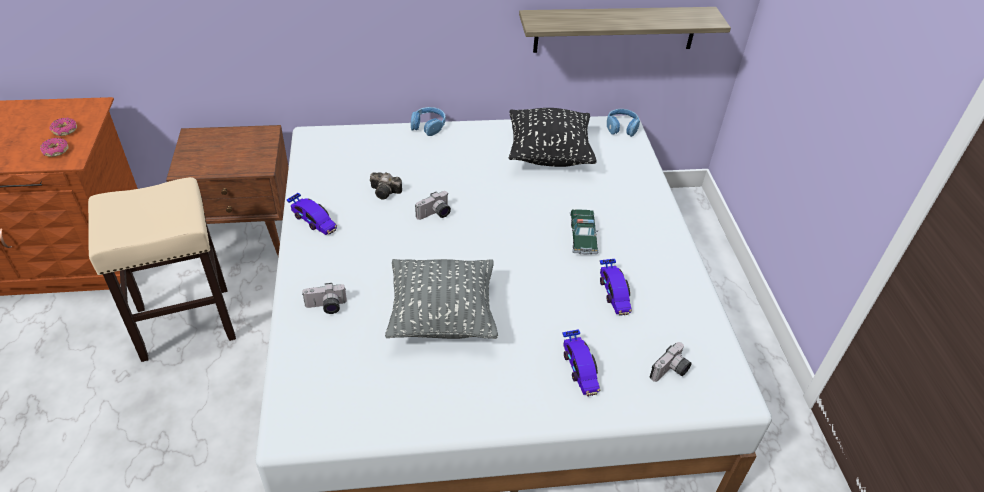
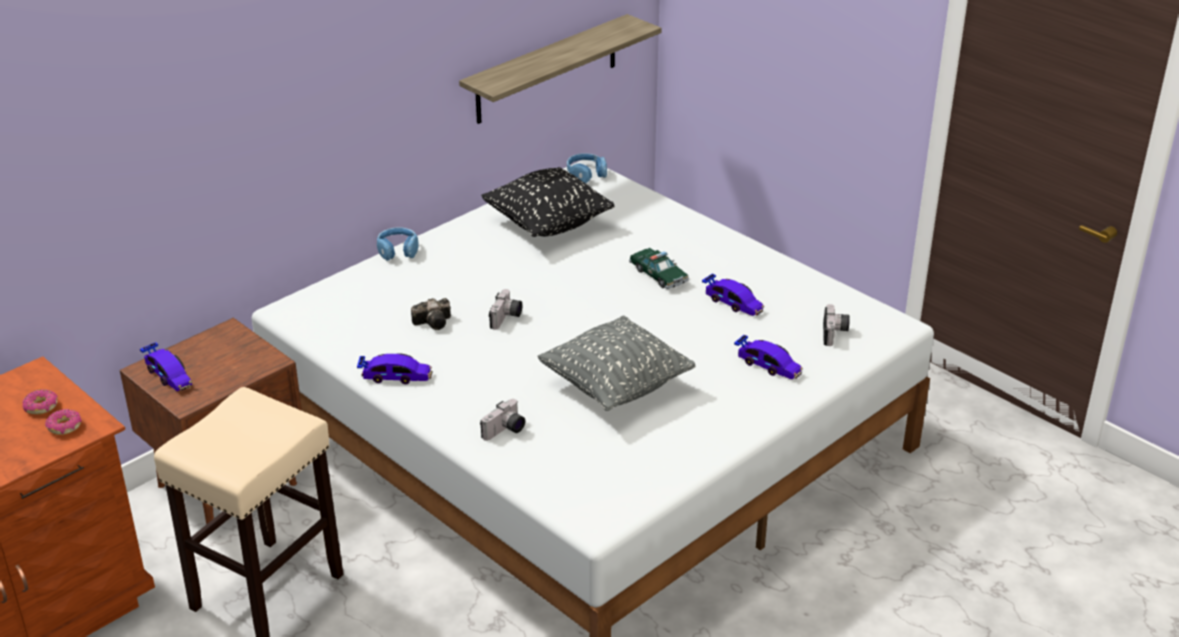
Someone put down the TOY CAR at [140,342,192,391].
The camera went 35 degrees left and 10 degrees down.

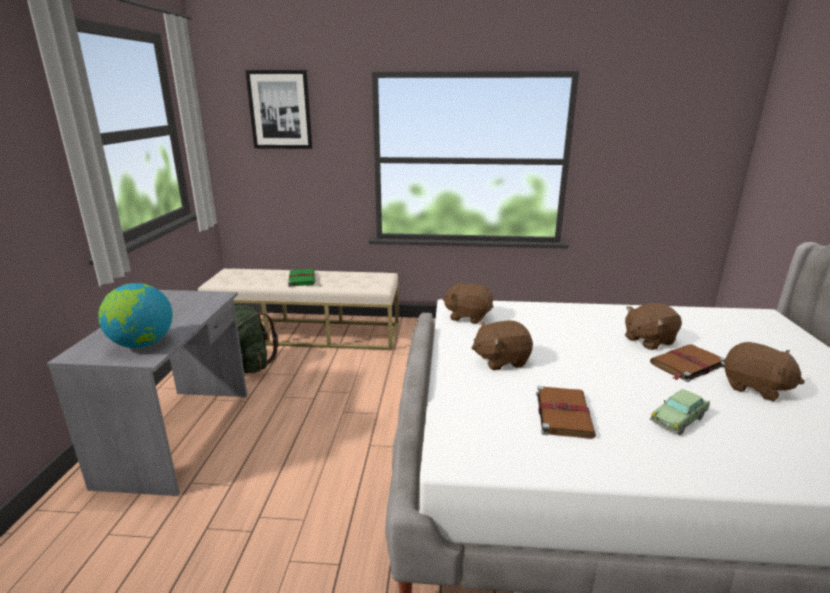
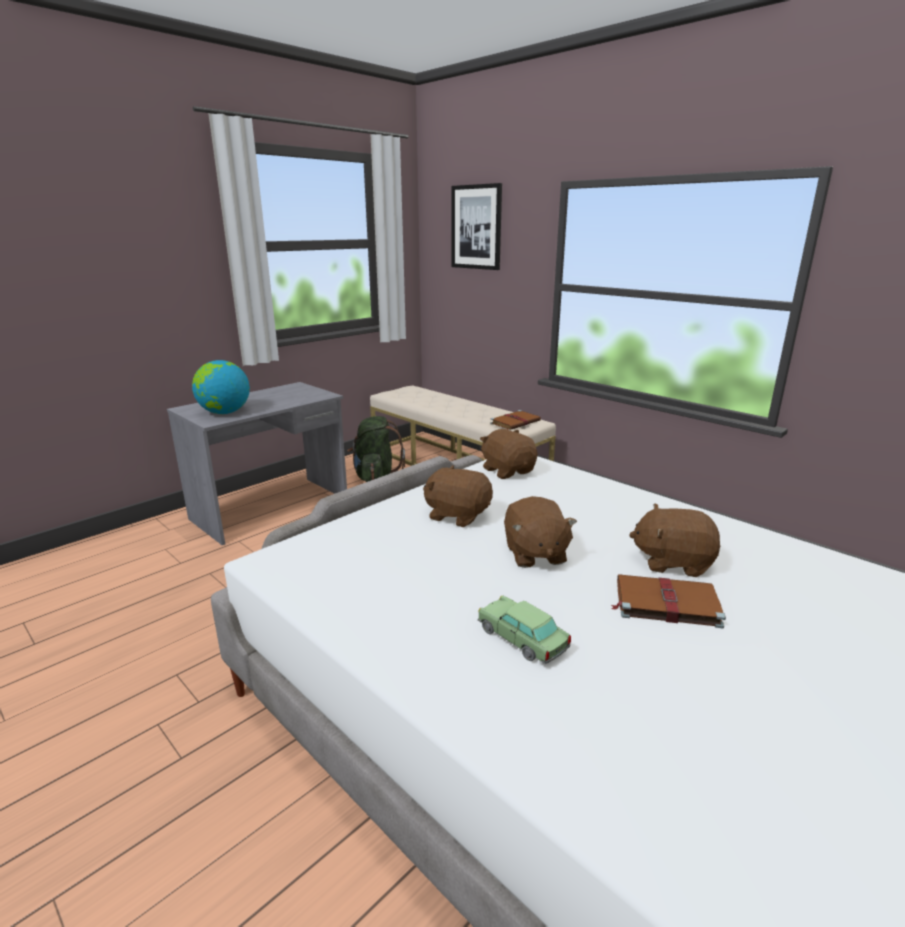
Someone took away the GREEN BOOK at [288,269,315,287].
Someone carried the BROWN PLUSH TOY from [723,342,805,401] to [504,496,577,568].
Someone carried the BROWN BOOK from [536,386,596,439] to [490,410,541,430].
Someone rotated the TOY CAR at [650,389,710,435] by 45 degrees clockwise.
The camera went 40 degrees right and 0 degrees up.

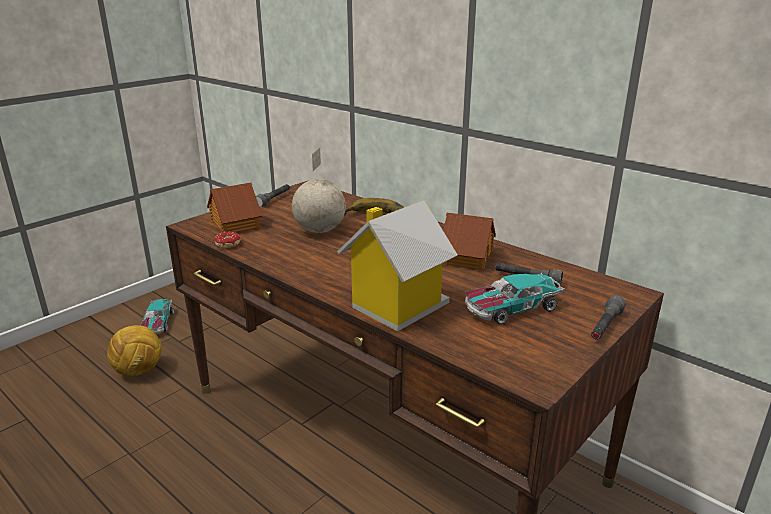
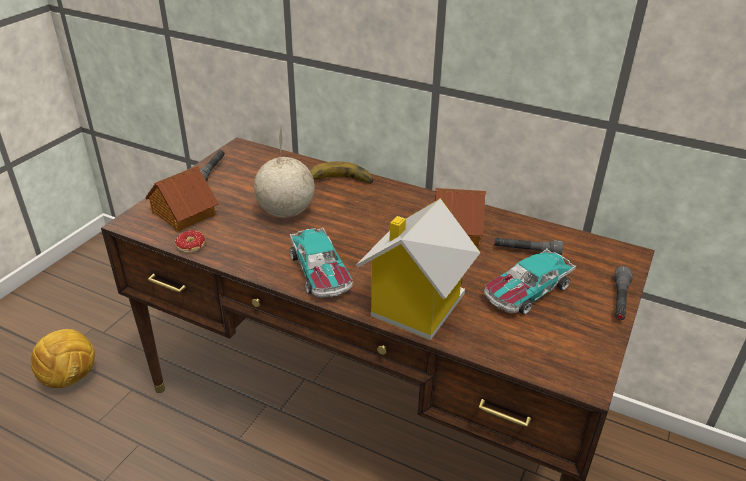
Someone carried the TOY CAR from [140,299,174,334] to [290,228,353,298].
The camera went 15 degrees left and 10 degrees up.

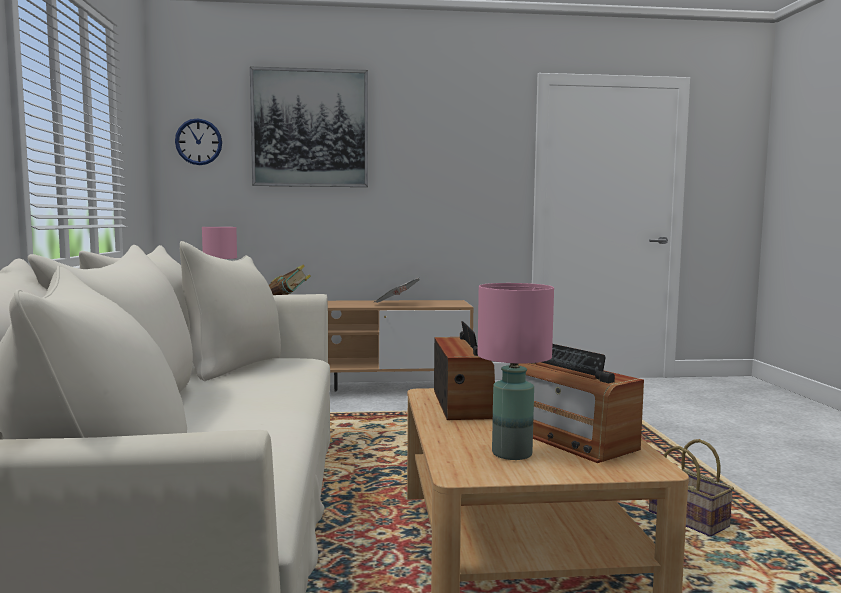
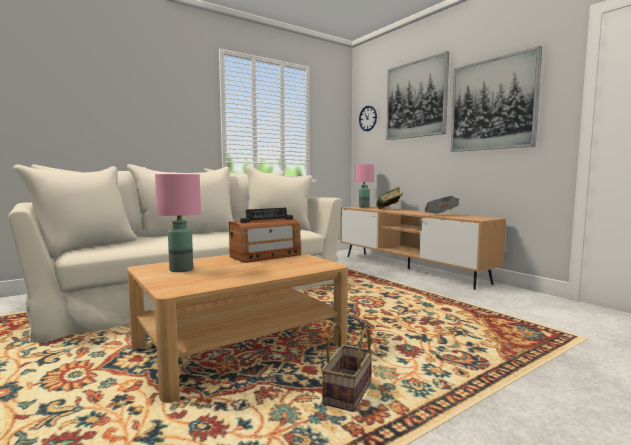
Someone took away the RADIO at [518,344,644,463].
Someone put up the PICTURE at [451,46,542,152].
The camera went 60 degrees right and 0 degrees up.

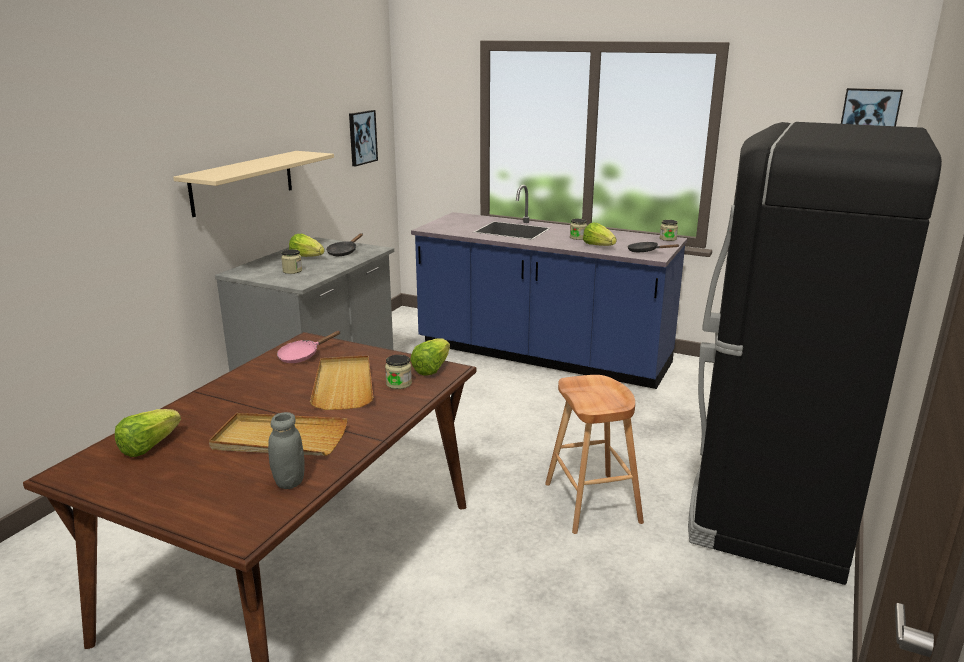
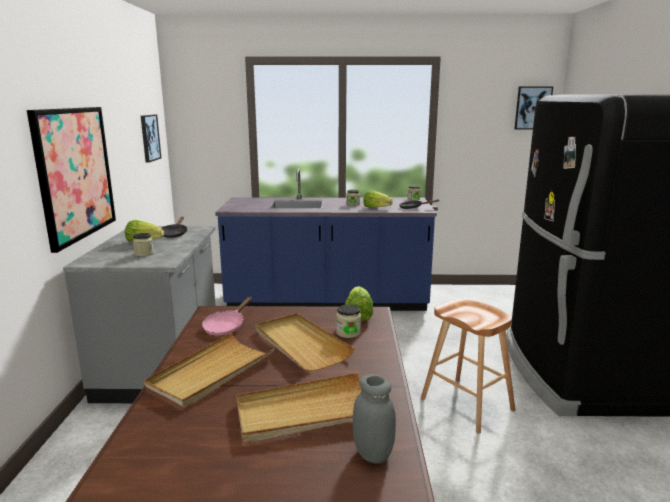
Someone swapped the BEIGE SHELF at [173,151,334,217] for the PICTURE at [27,107,116,253].
Someone took away the LETTUCE at [115,409,181,457].
Someone put down the BEIGE TRAY at [144,333,275,408].
The camera went 25 degrees left and 5 degrees down.

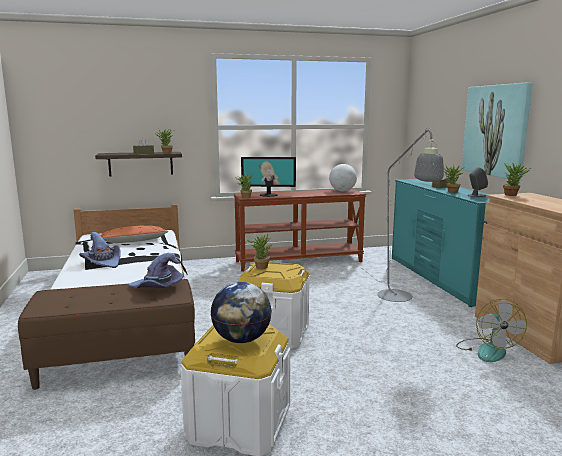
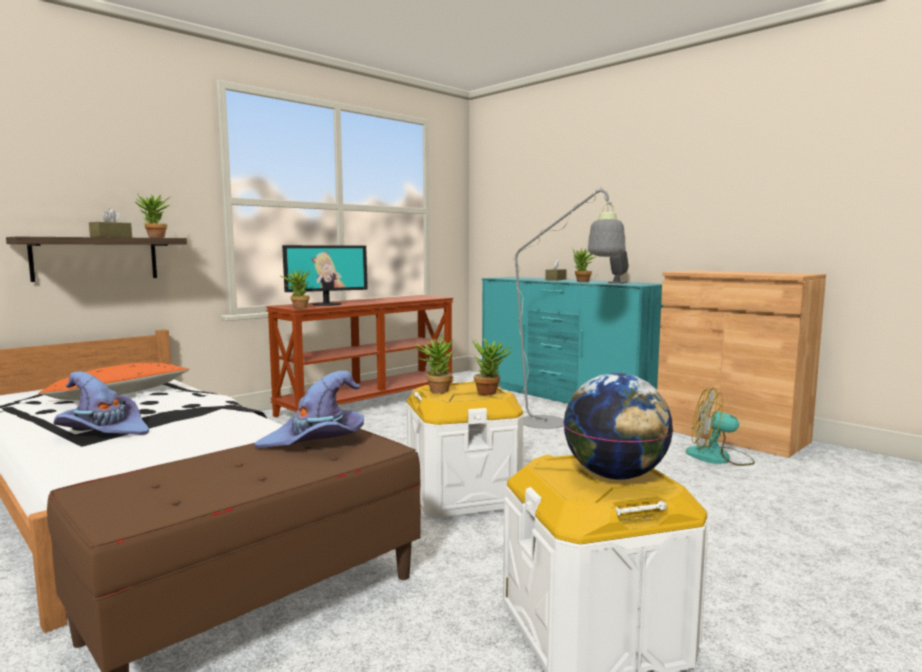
Someone took away the PICTURE at [462,82,532,180].
Someone carried the POTTED PLANT from [503,163,531,196] to [472,339,513,395].
Someone took away the GLOBE at [329,164,357,191].
Someone rotated the FAN at [456,299,527,362] by 135 degrees clockwise.
The camera went 30 degrees left and 5 degrees down.

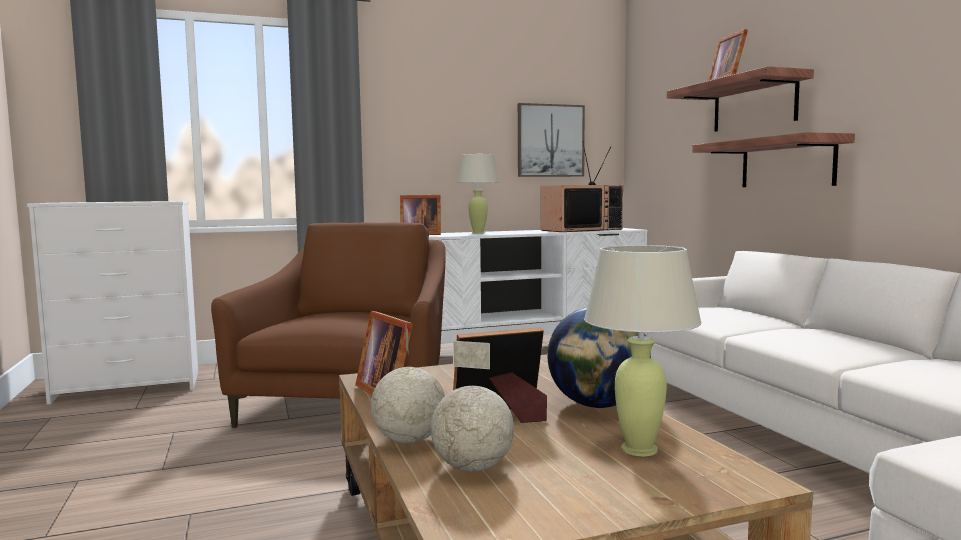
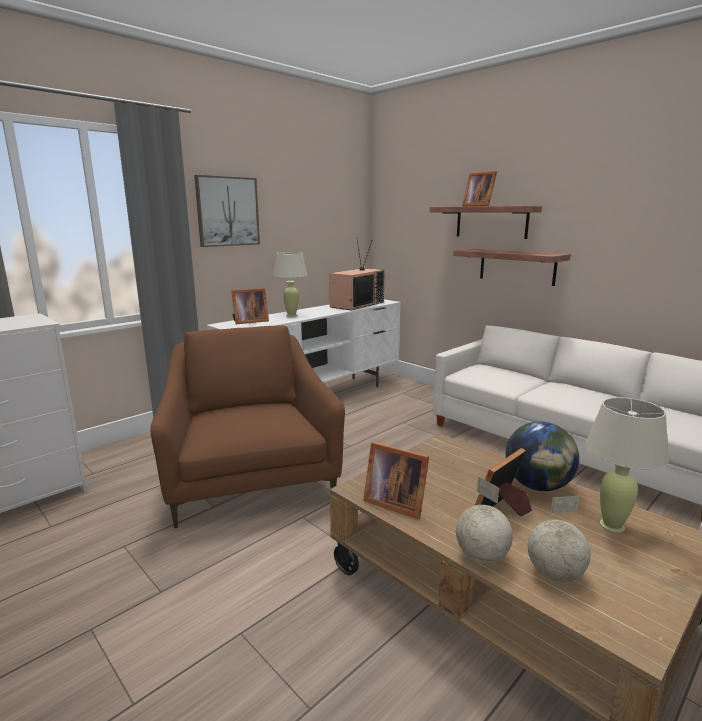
Someone carried the PICTURE from [518,103,585,177] to [194,175,260,247].
The camera went 25 degrees left and 10 degrees up.

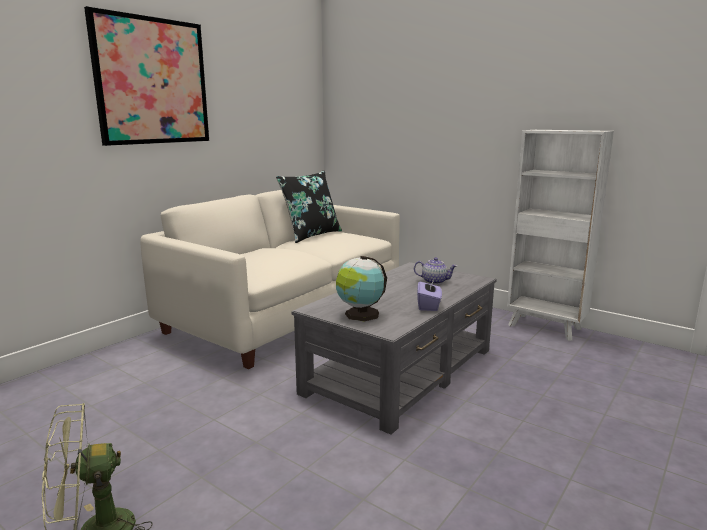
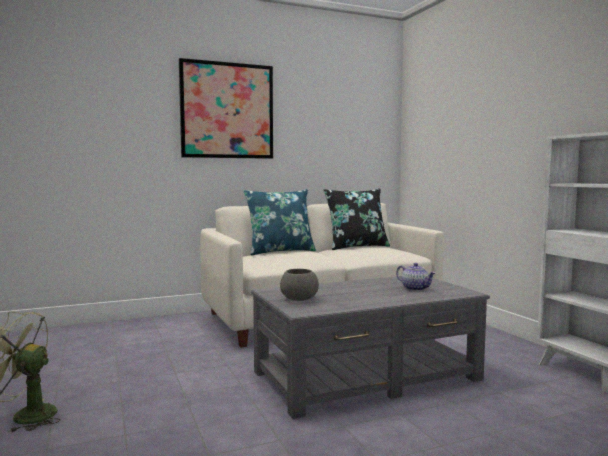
Someone swapped the GLOBE at [336,256,387,322] for the GREY BOWL at [280,269,319,301].
Someone took away the PURPLE TISSUE BOX at [417,279,442,311].
Someone put down the BLUE PILLOW at [244,189,316,256].
The camera went 30 degrees right and 10 degrees down.

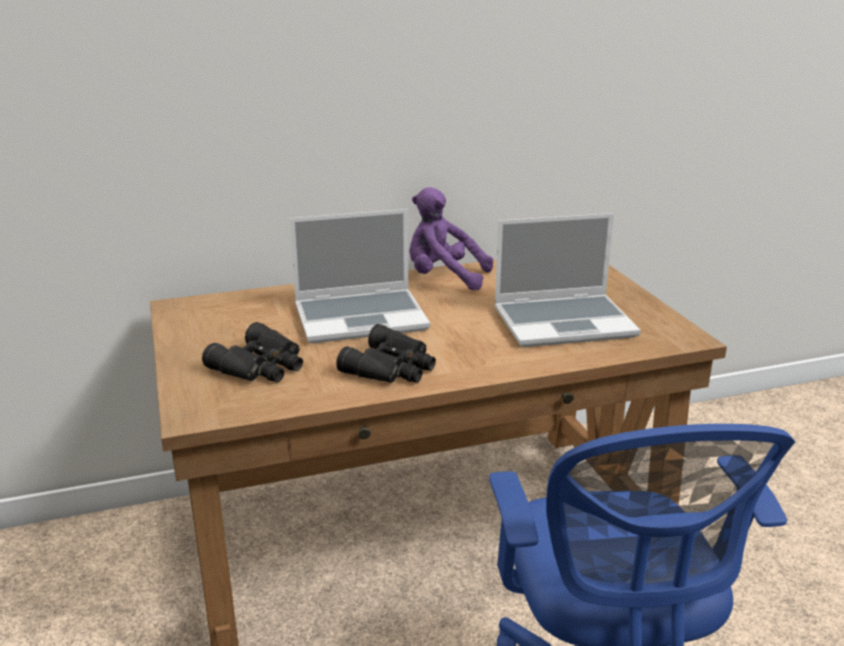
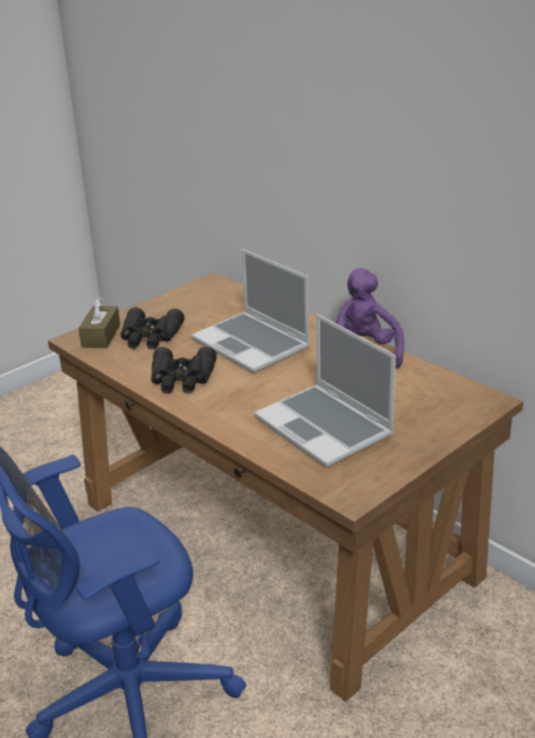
Someone put down the BROWN TISSUE BOX at [78,297,120,348].
The camera went 65 degrees right and 5 degrees up.

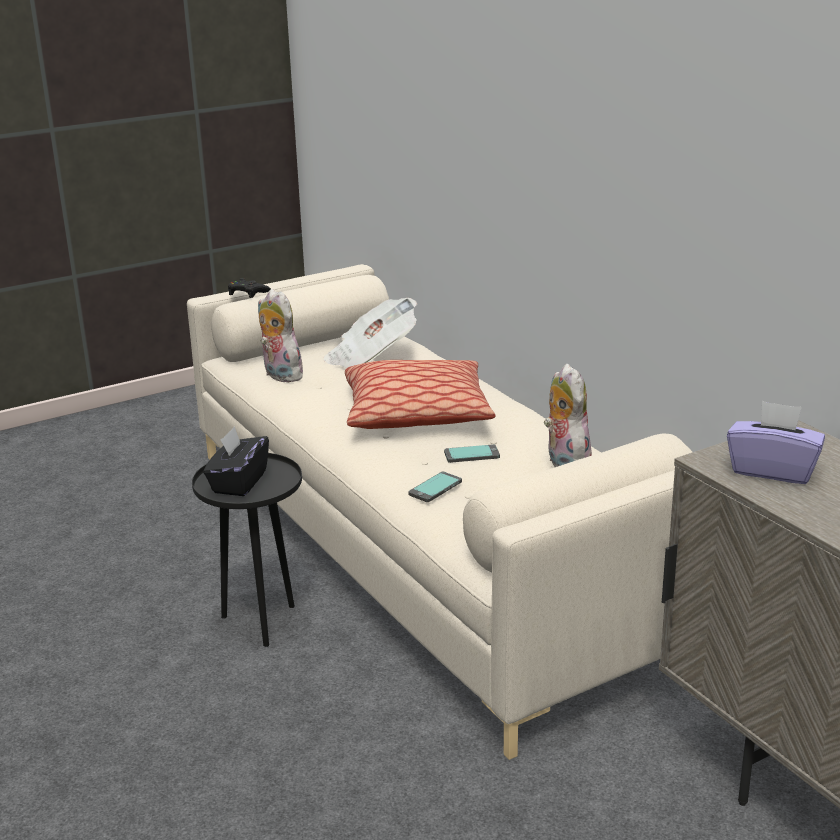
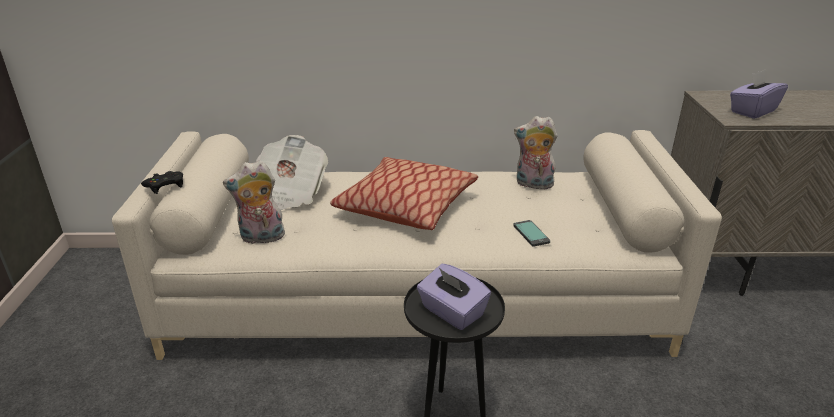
Someone repainted the BLACK TISSUE BOX at [203,426,269,496], which became the PURPLE TISSUE BOX at [417,264,491,330].
Someone took away the PHONE at [444,444,500,463].
The camera went 60 degrees left and 5 degrees up.

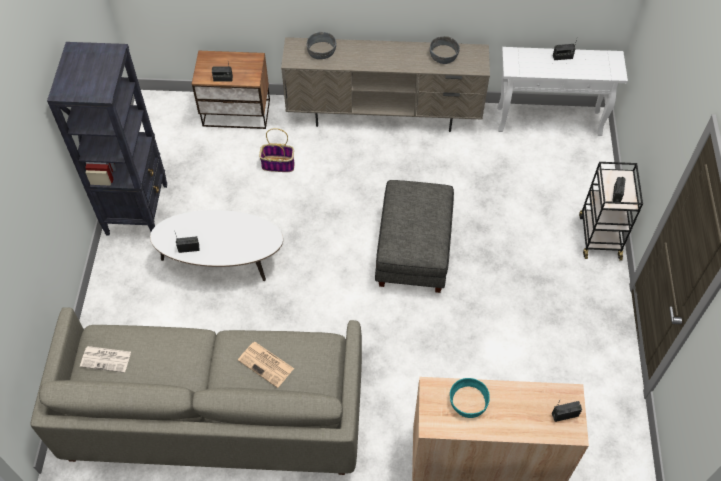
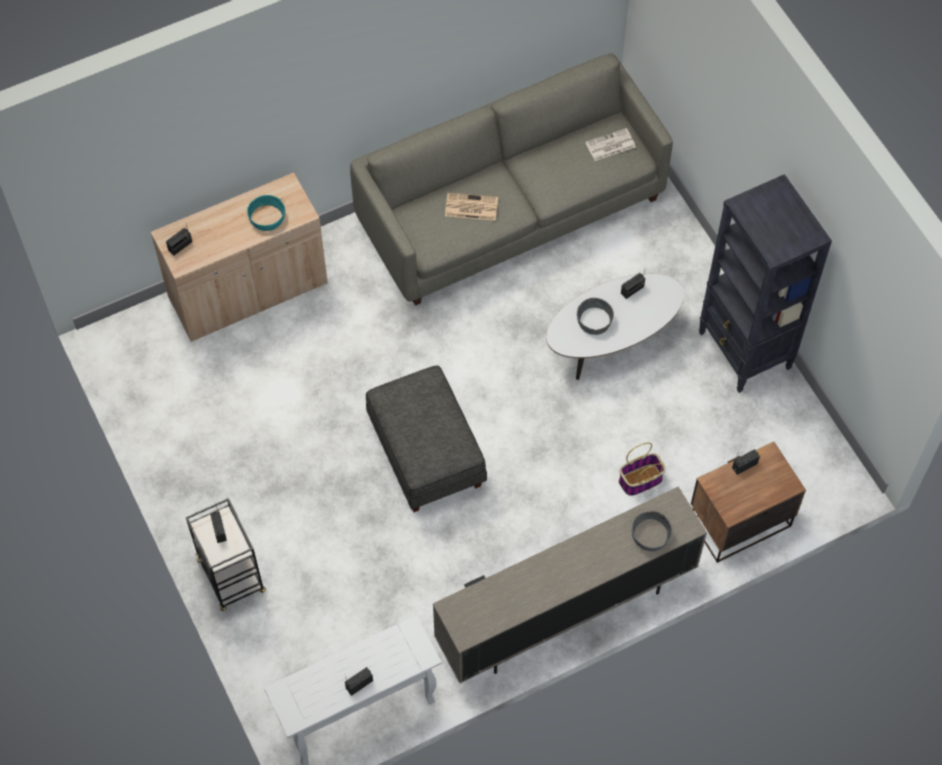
Someone carried the GREY BOWL from [430,36,460,64] to [577,298,614,335].
The camera went 150 degrees right and 5 degrees up.

